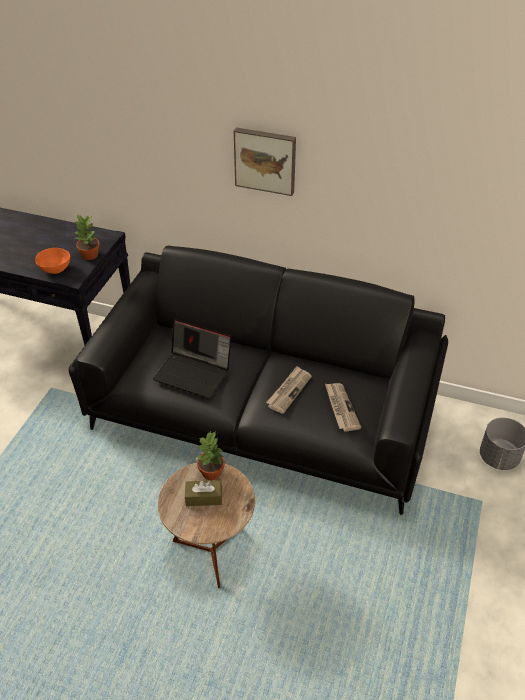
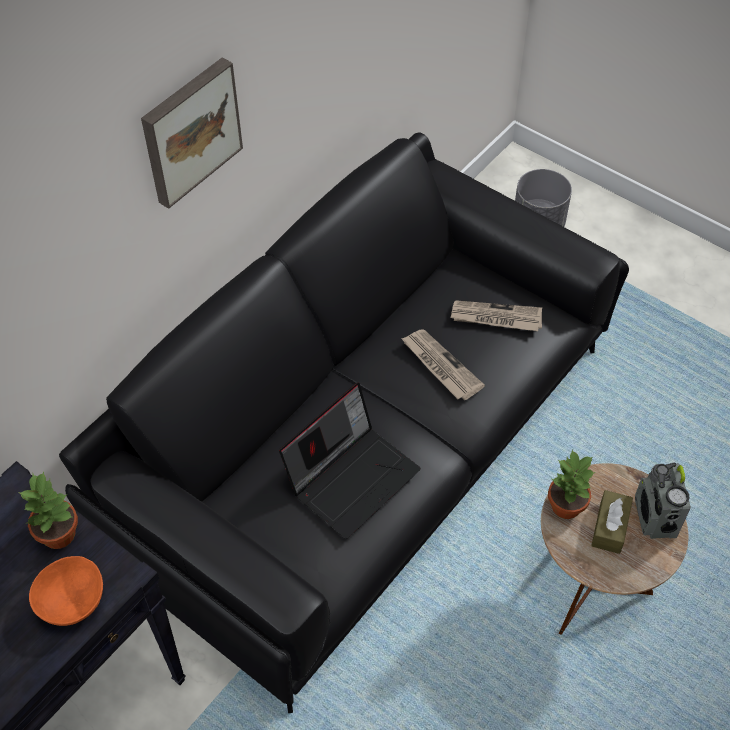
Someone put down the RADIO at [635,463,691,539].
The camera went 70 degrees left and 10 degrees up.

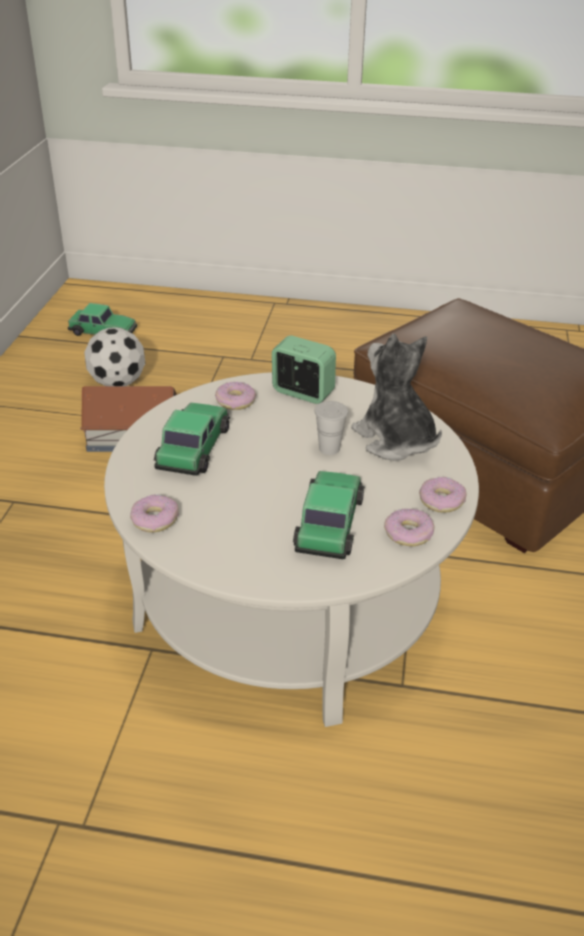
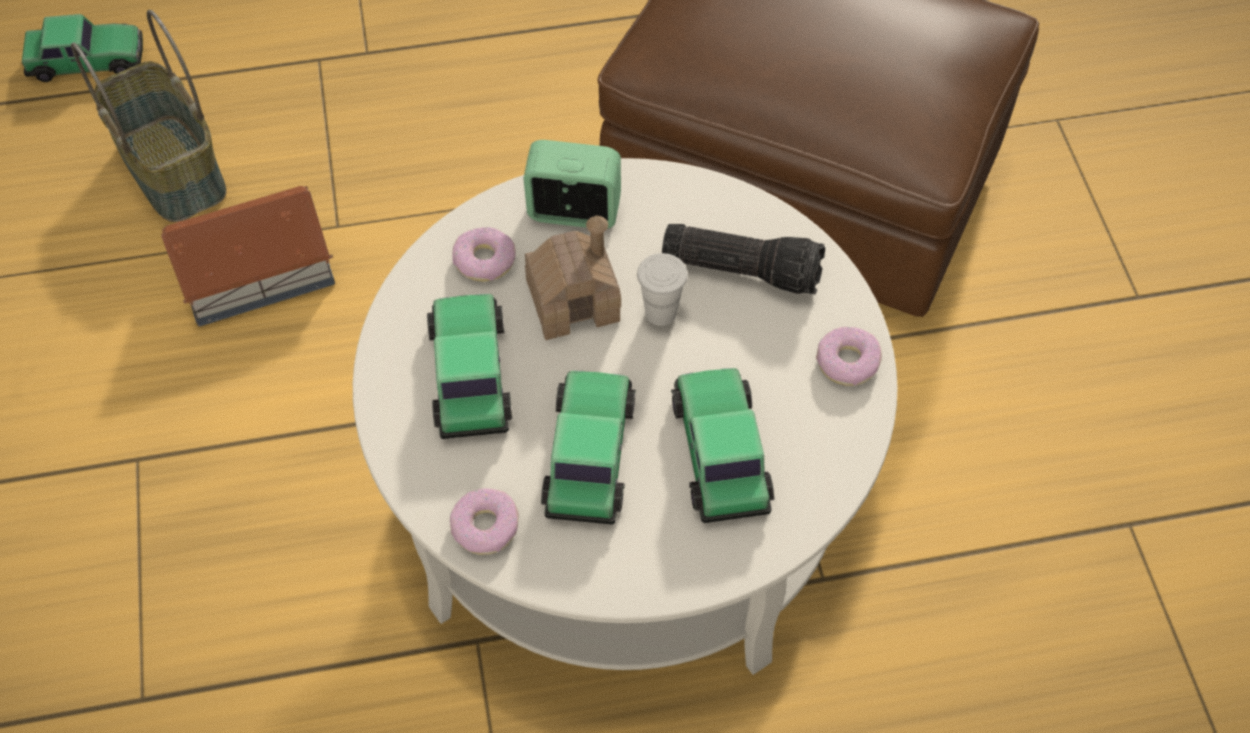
Someone swapped the FOOTBALL at [84,327,145,386] for the BASKET at [71,10,227,222].
Someone swapped the PLUSH TOY at [351,334,442,460] for the FLASHLIGHT at [662,224,825,294].
Someone took away the DONUT at [384,508,434,547].
Someone put down the TOY HOUSE at [525,215,621,340].
Someone put down the TOY CAR at [541,371,636,525].
The camera went 20 degrees left and 20 degrees up.

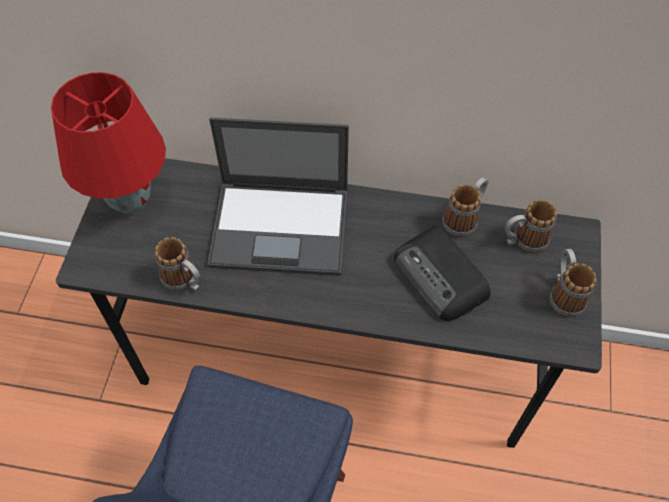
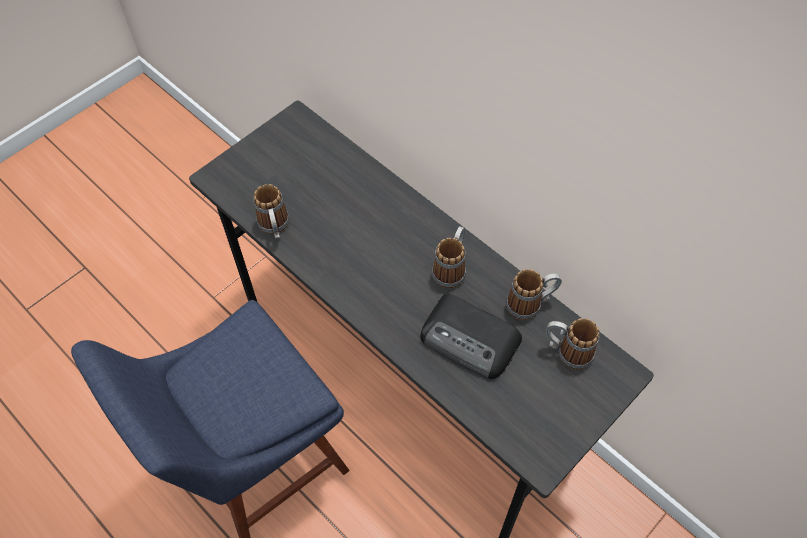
Someone took away the RED TABLE LAMP at [51,72,166,214].
Someone took away the LAPTOP at [207,117,349,276].
Someone rotated the RADIO at [394,225,490,321] by 60 degrees counterclockwise.
Someone carried the MUG from [549,249,597,318] to [432,226,466,288].
The camera went 35 degrees right and 0 degrees up.

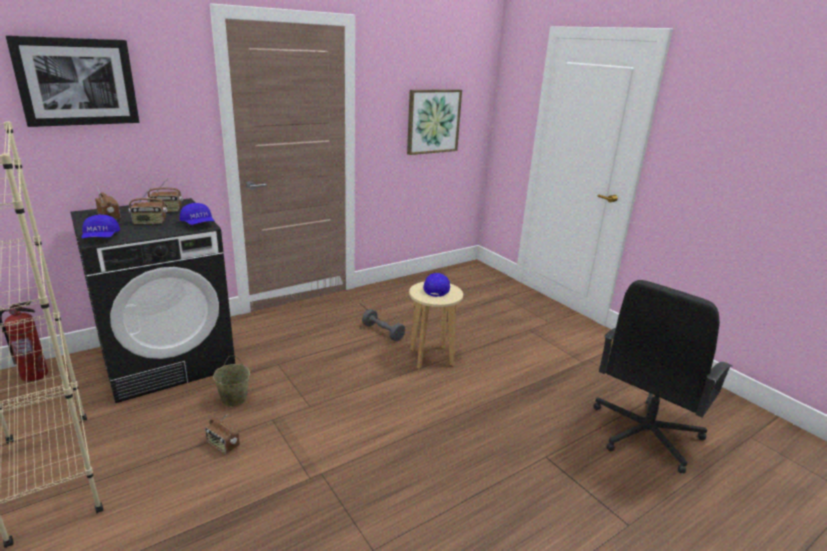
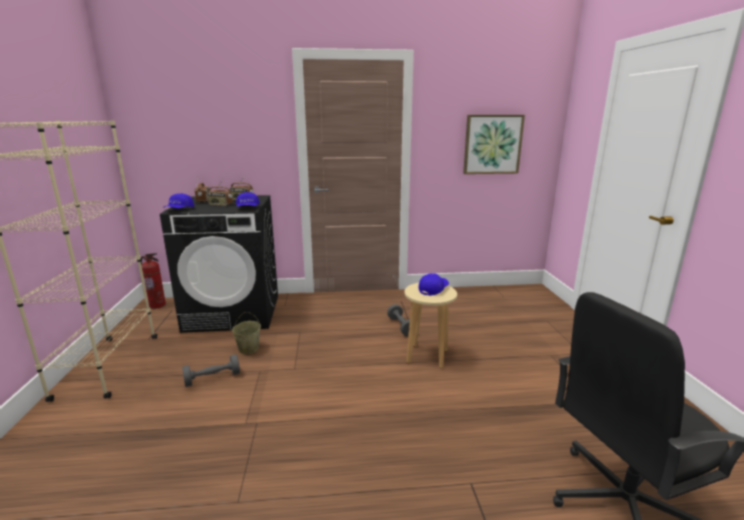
Someone took away the PICTURE at [6,35,139,127].
Someone swapped the RADIO at [205,414,240,454] for the GREY DUMBBELL at [182,354,240,387].
The camera went 30 degrees right and 5 degrees down.

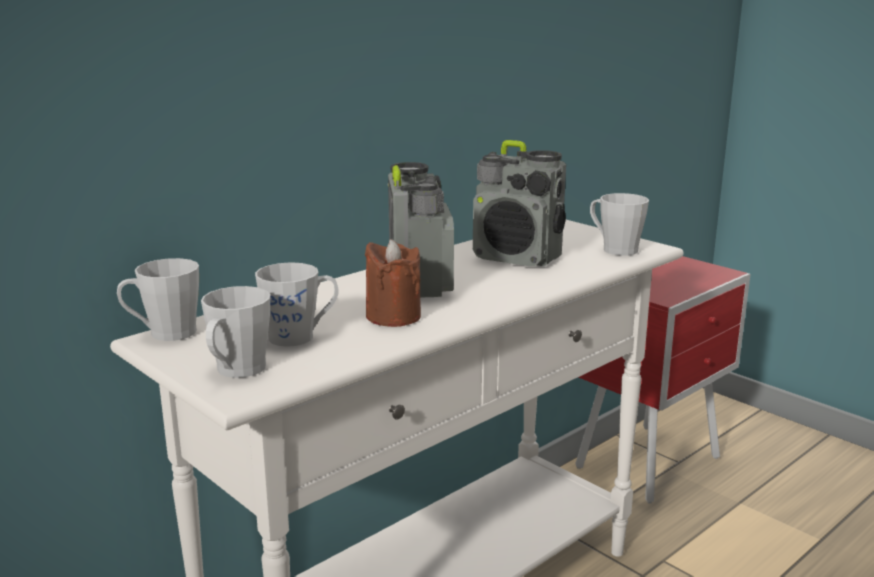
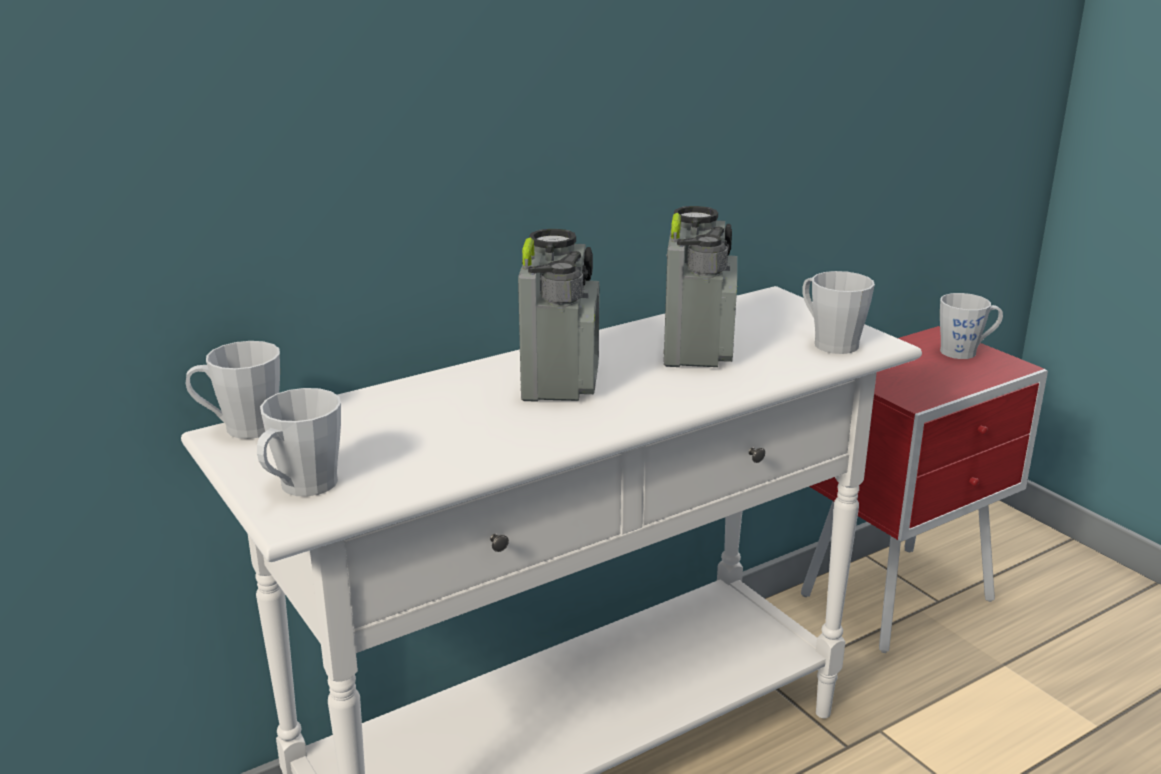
Someone rotated the RADIO at [473,140,566,266] by 120 degrees counterclockwise.
Someone took away the BROWN CANDLE at [365,239,421,327].
Someone carried the GREY MUG from [255,262,339,347] to [940,293,1003,359].
The camera went 10 degrees right and 5 degrees up.

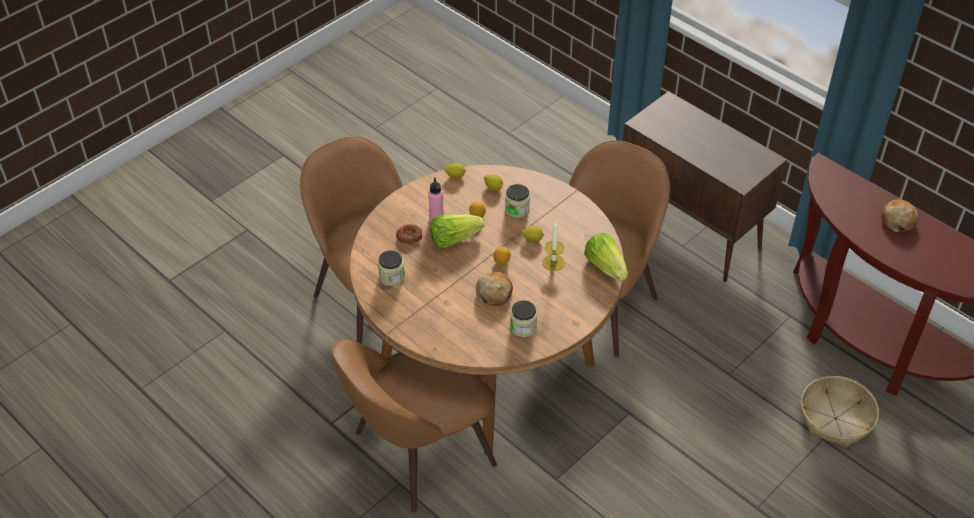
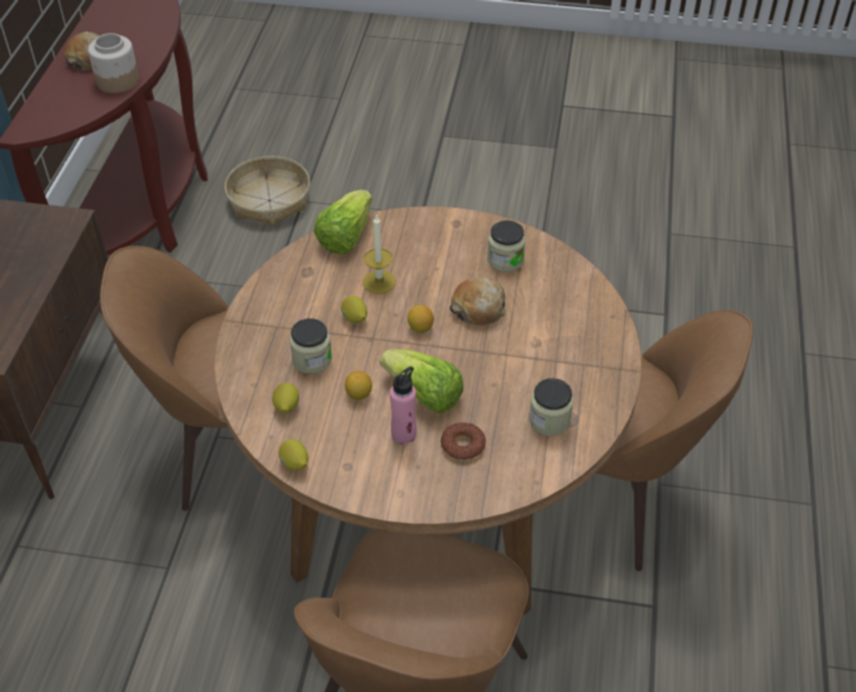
Someone put down the JAR at [88,33,139,93].
The camera went 125 degrees left and 0 degrees up.

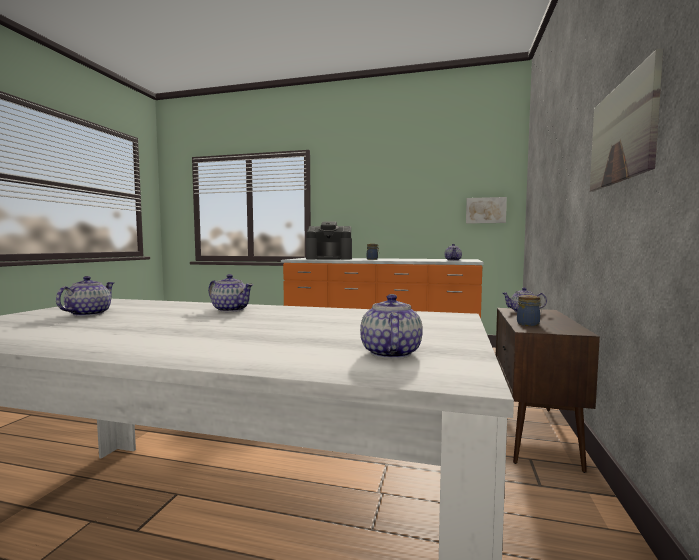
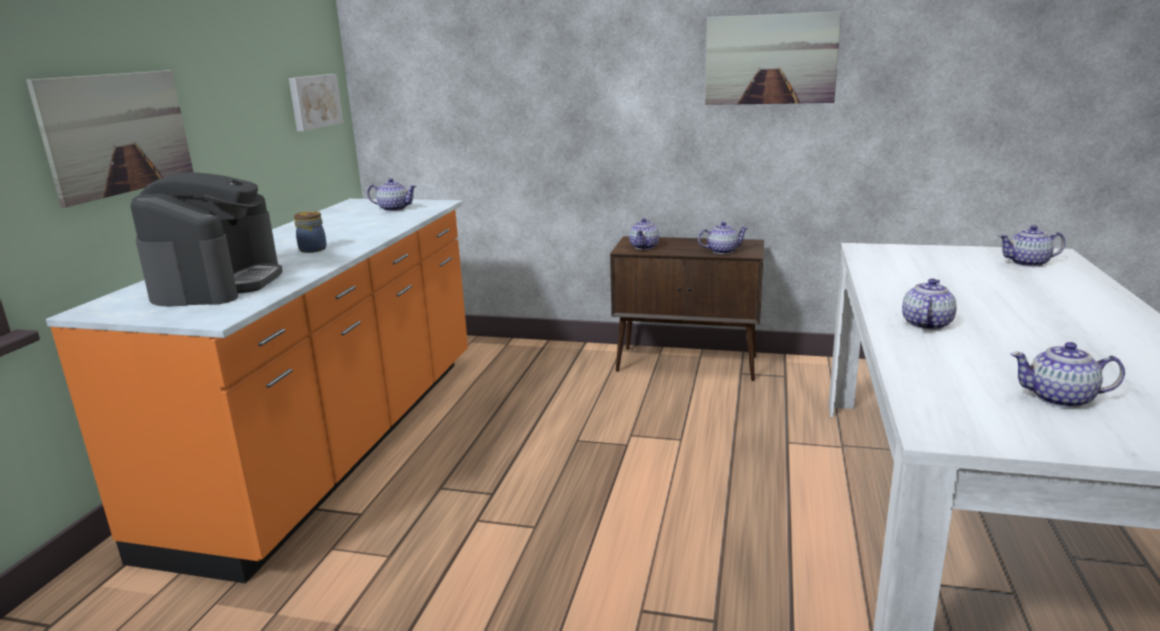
Someone swapped the JAR at [517,295,542,326] for the TEAPOT at [698,222,748,254].
Someone put up the PICTURE at [26,70,193,207].
The camera went 90 degrees left and 15 degrees up.

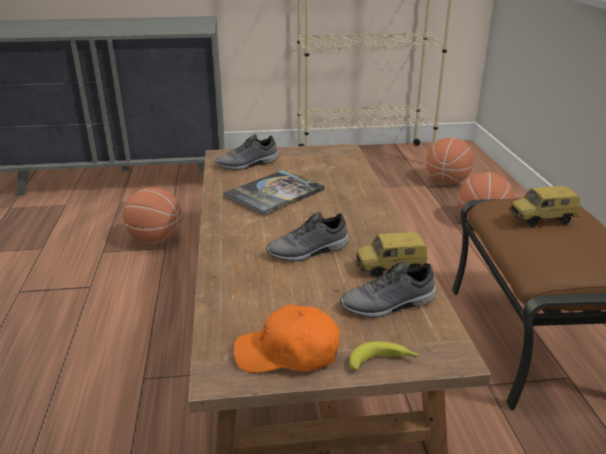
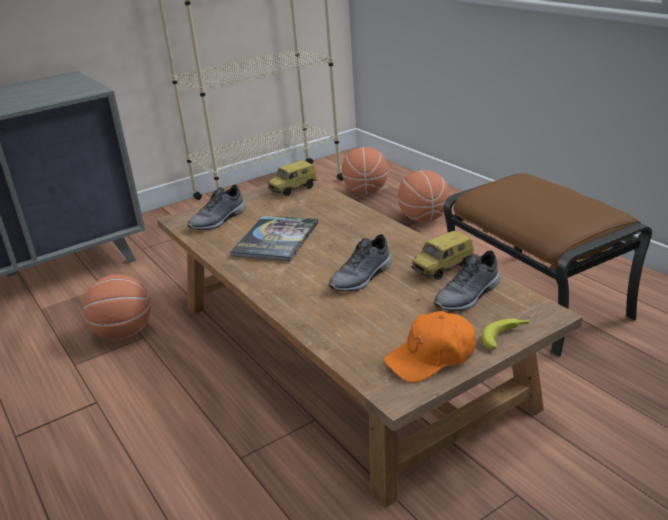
Someone carried the TOY CAR from [509,186,580,227] to [268,160,317,196].
The camera went 25 degrees left and 0 degrees up.

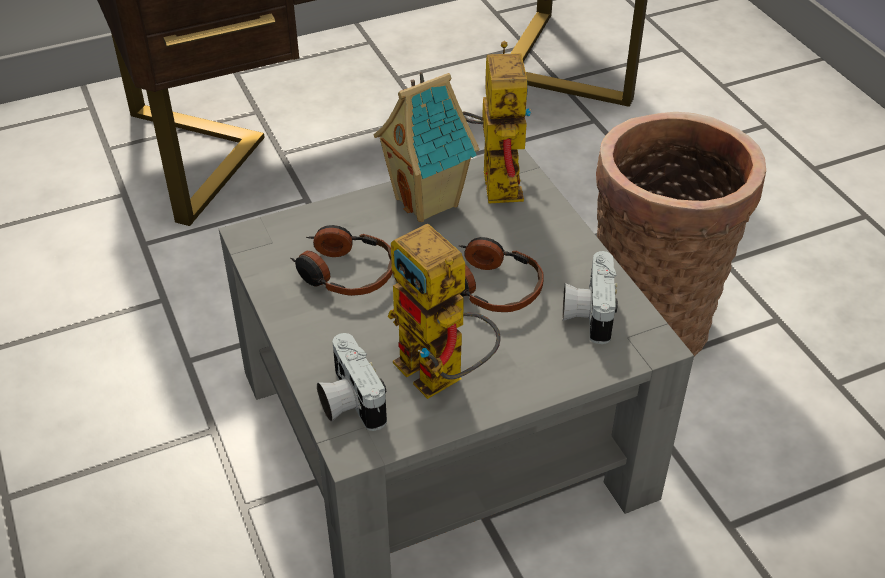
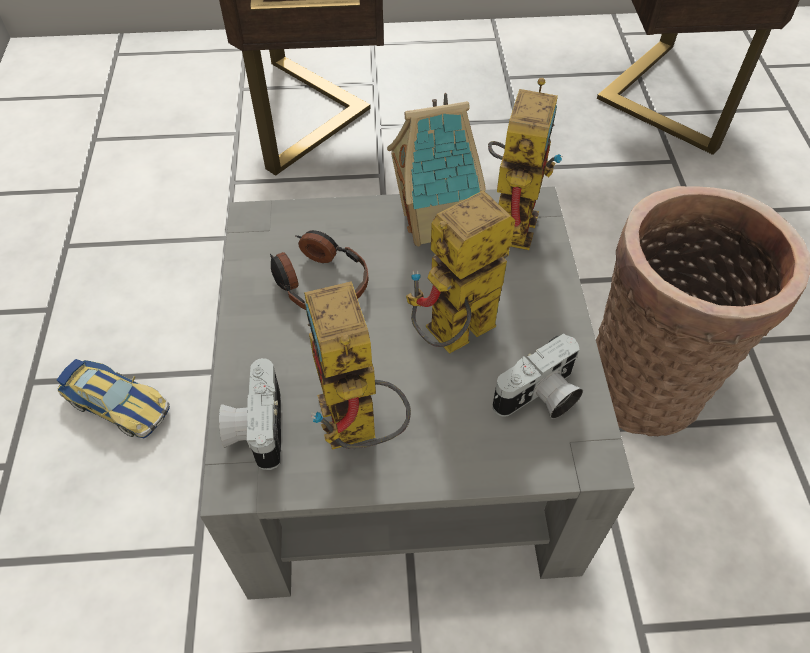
Someone swapped the HEADPHONES at [459,237,544,312] for the TOY ROBOT at [406,191,515,354].
Someone rotated the PHOTO CAMERA at [562,251,618,344] by 150 degrees counterclockwise.
Someone put down the TOY CAR at [57,359,170,438].
The camera went 20 degrees right and 10 degrees up.

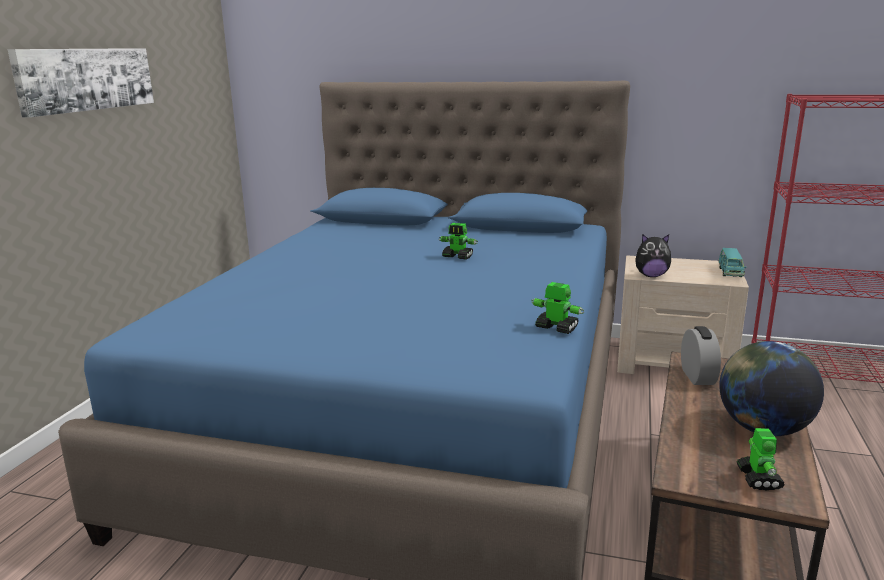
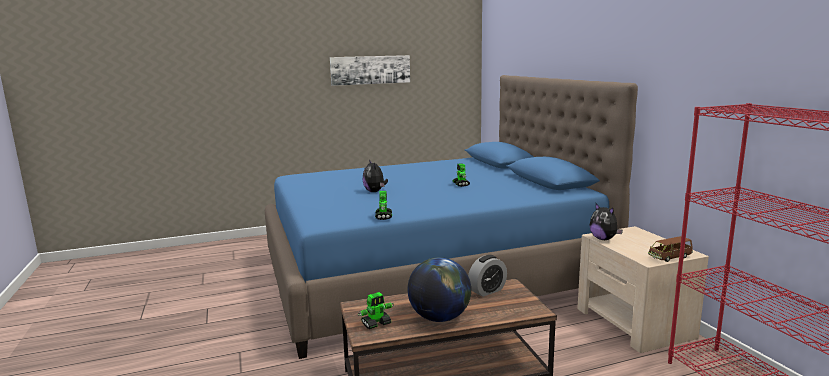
Someone repainted the TURQUOISE TOY CAR at [718,248,746,277], which became the BROWN TOY CAR at [648,236,693,262].
Someone put down the PLUSH TOY at [362,160,388,192].
The camera went 55 degrees right and 5 degrees down.

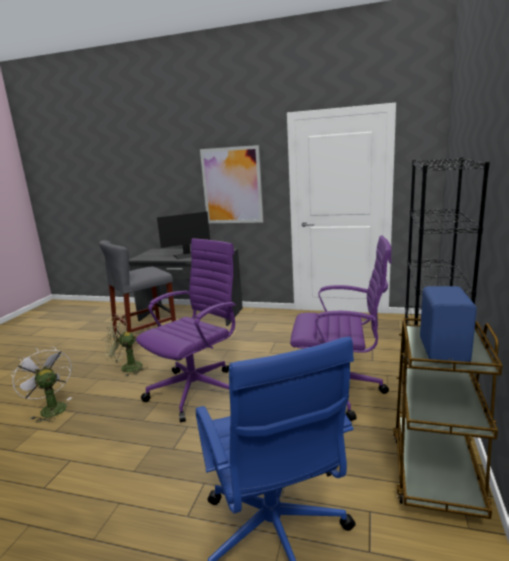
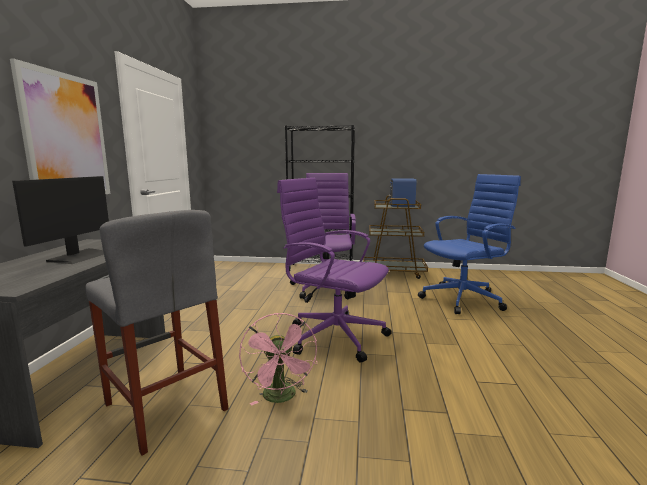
Someone rotated the MONITOR at [157,211,210,259] by 45 degrees clockwise.
Someone repainted the GREEN FAN at [105,316,148,377], which became the PINK FAN at [239,313,317,406].
Someone took away the WHITE FAN at [10,346,72,423].
The camera went 100 degrees left and 5 degrees down.

